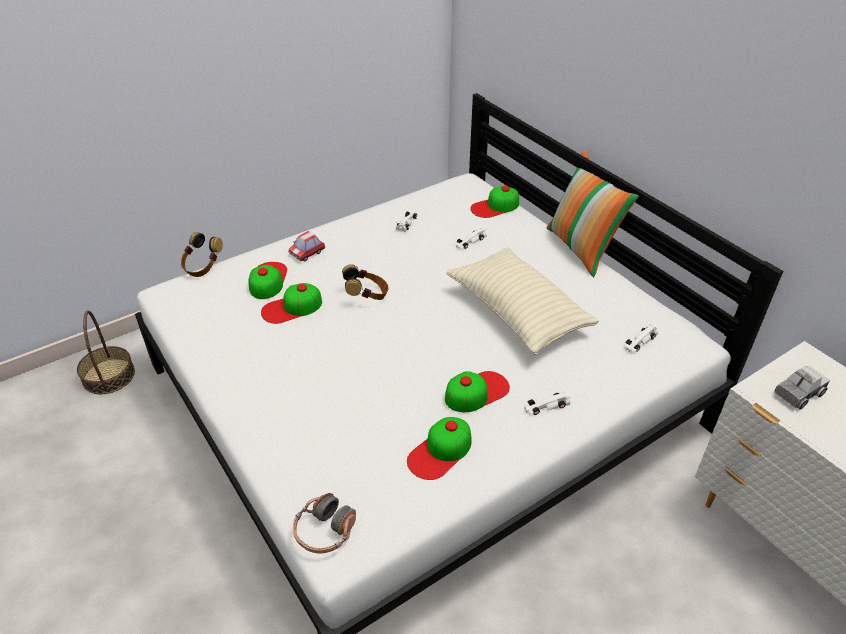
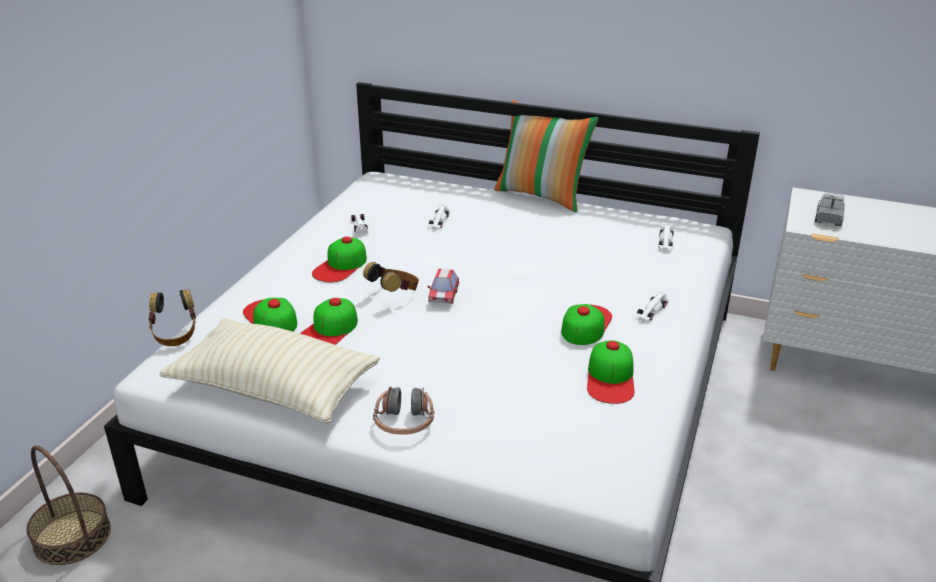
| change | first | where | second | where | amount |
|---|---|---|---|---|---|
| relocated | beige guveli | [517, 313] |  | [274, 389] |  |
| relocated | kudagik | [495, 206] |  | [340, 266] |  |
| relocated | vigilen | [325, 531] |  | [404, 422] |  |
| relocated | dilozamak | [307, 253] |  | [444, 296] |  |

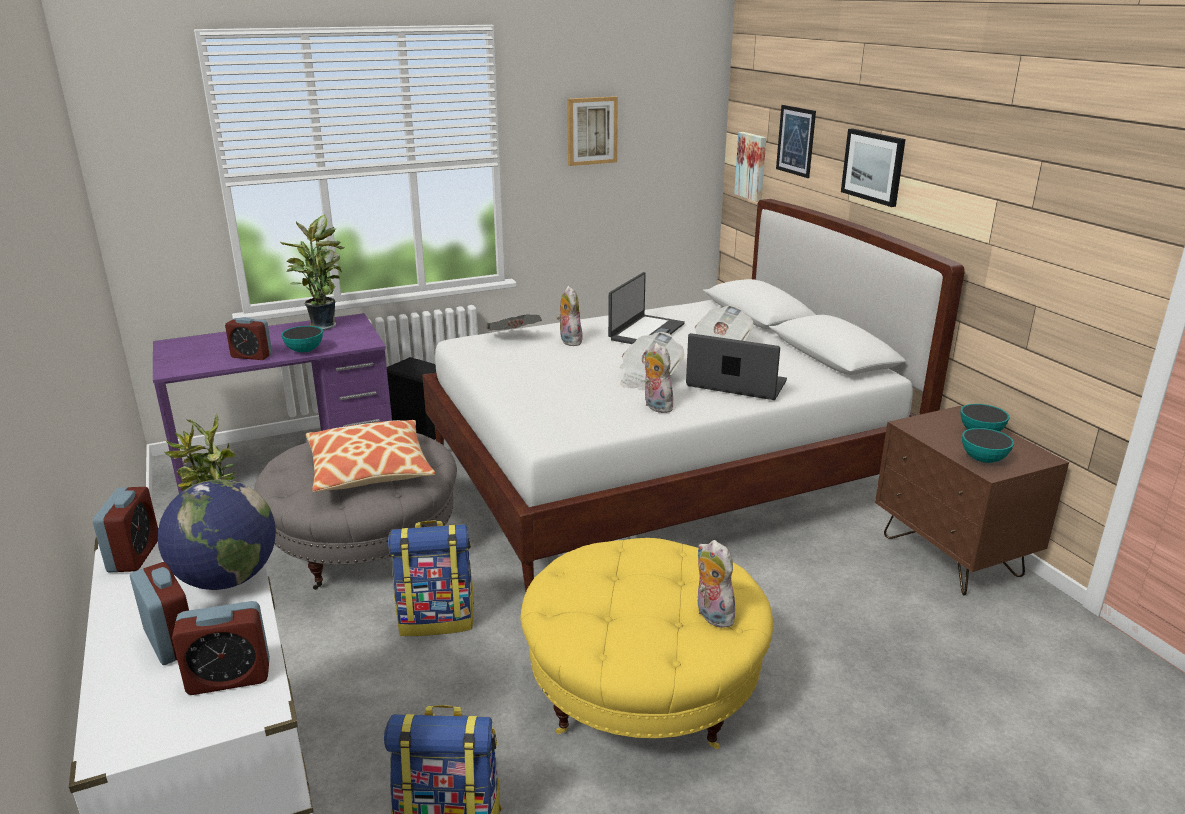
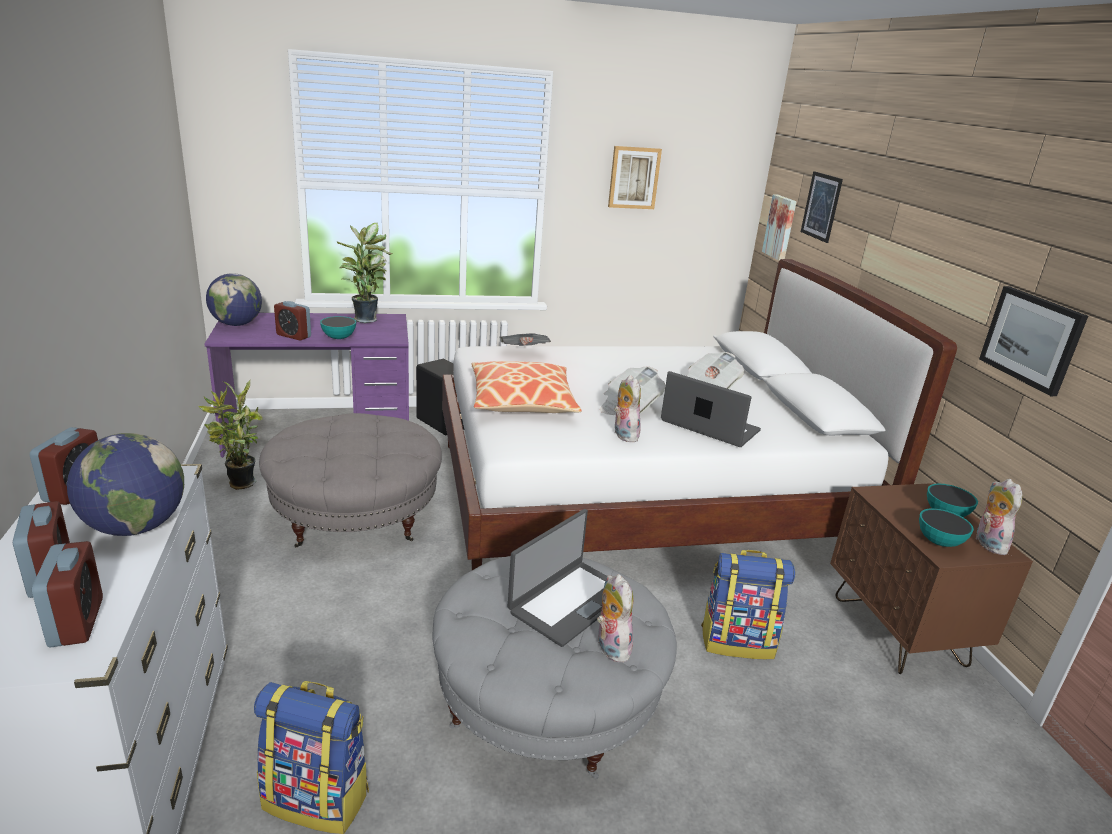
| change | first | where | second | where | amount |
|---|---|---|---|---|---|
| spun | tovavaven | [229, 678] |  | [76, 622] | 105 degrees counterclockwise |
| appeared |  |  | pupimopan | [237, 324] |  |
| colour | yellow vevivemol | [643, 687] | grey vevivemol | [547, 700] |  |
| relocated | guveli | [370, 469] |  | [522, 401] |  |
| relocated | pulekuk | [646, 331] |  | [569, 601] |  |
| relocated | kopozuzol | [437, 619] |  | [737, 641] |  |
| relocated | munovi | [569, 341] |  | [987, 543] |  |
| relocated | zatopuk | [873, 166] |  | [1032, 339] |  |

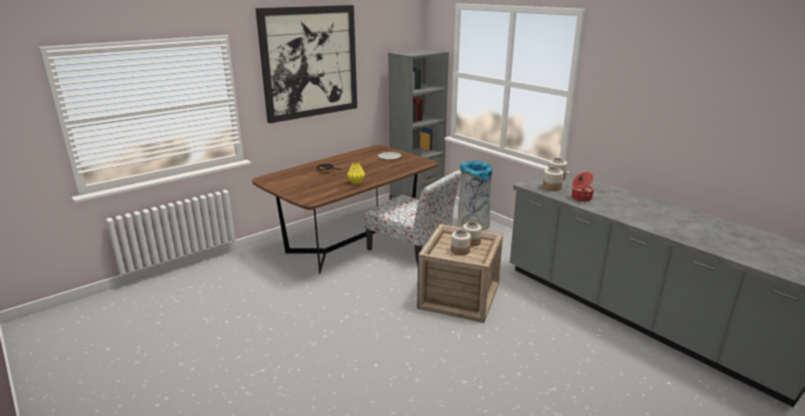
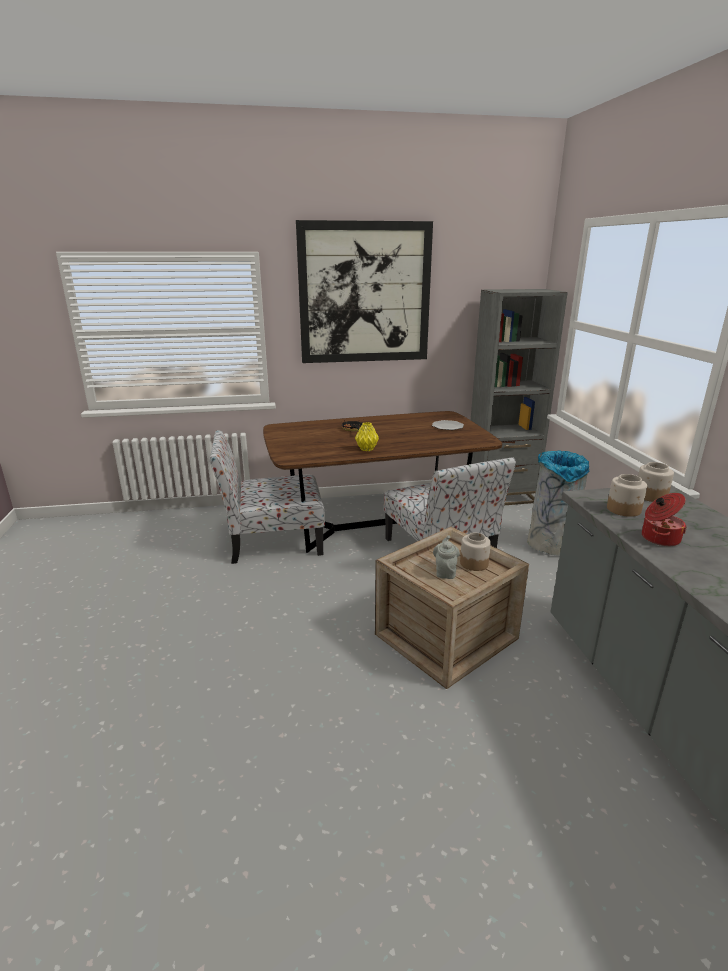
| change | first | where | second | where | amount |
|---|---|---|---|---|---|
| appeared |  |  | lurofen | [273, 541] |  |
| exchanged | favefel | [460, 251] | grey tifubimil | [445, 571] |  |

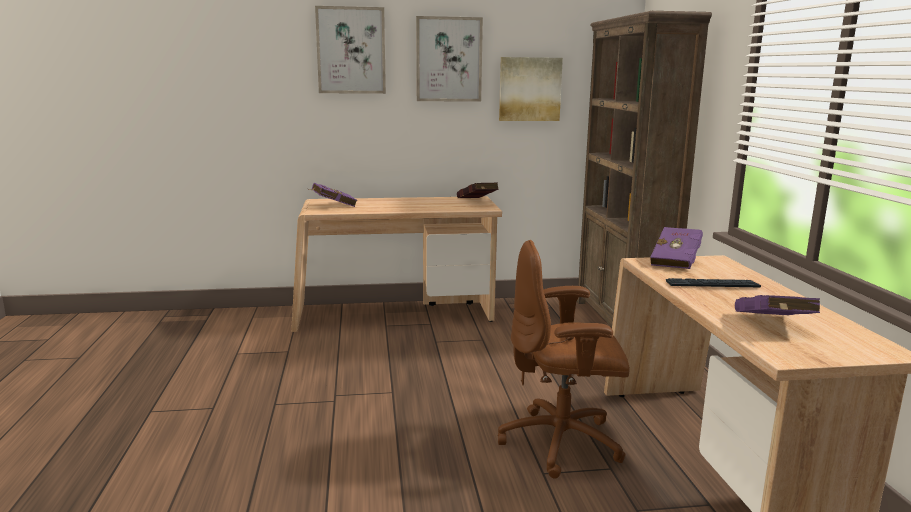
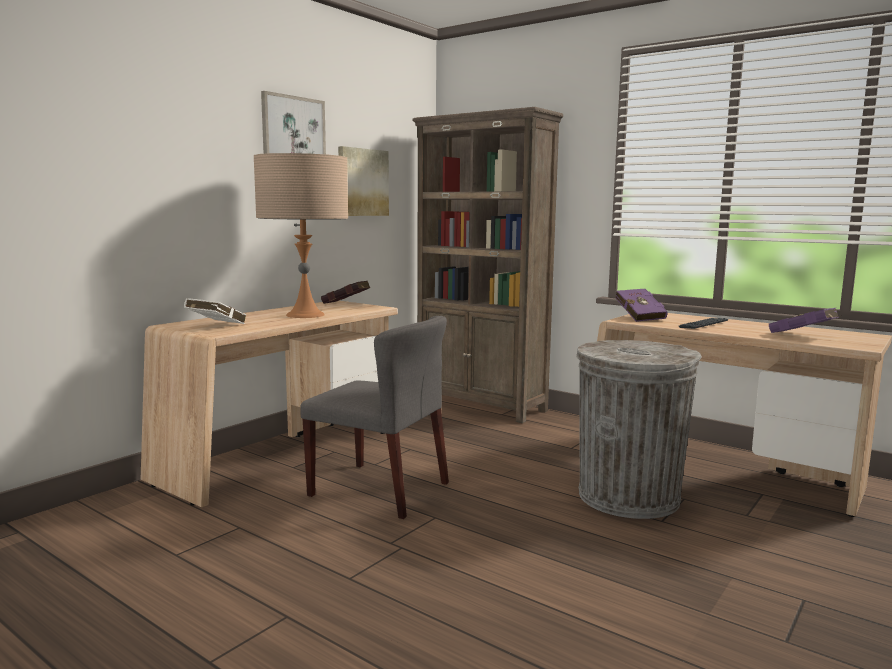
| change | first | where | second | where | amount |
|---|---|---|---|---|---|
| colour | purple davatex | [332, 206] | white davatex | [214, 326] |  |
| appeared |  |  | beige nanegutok | [305, 315] |  |
| appeared |  |  | grey lurofen | [380, 489] |  |
| exchanged | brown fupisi | [563, 443] | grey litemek | [628, 496] |  |
| missing | zatopuk | [351, 50] |  |  |  |

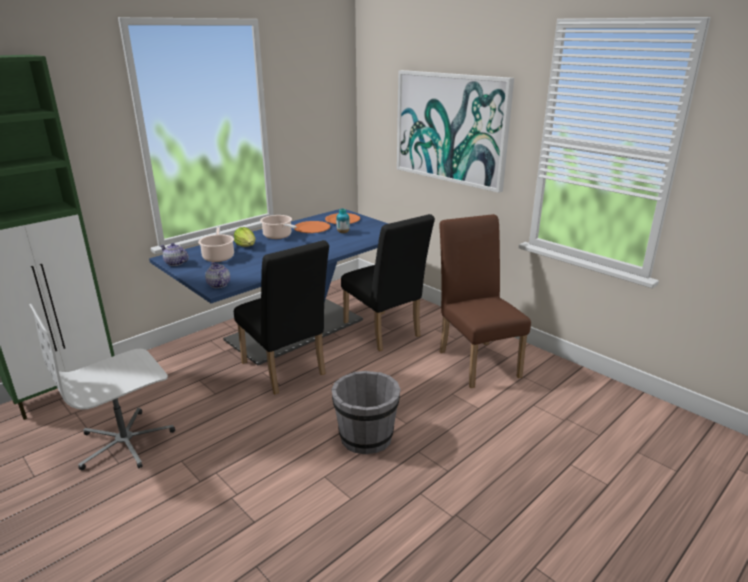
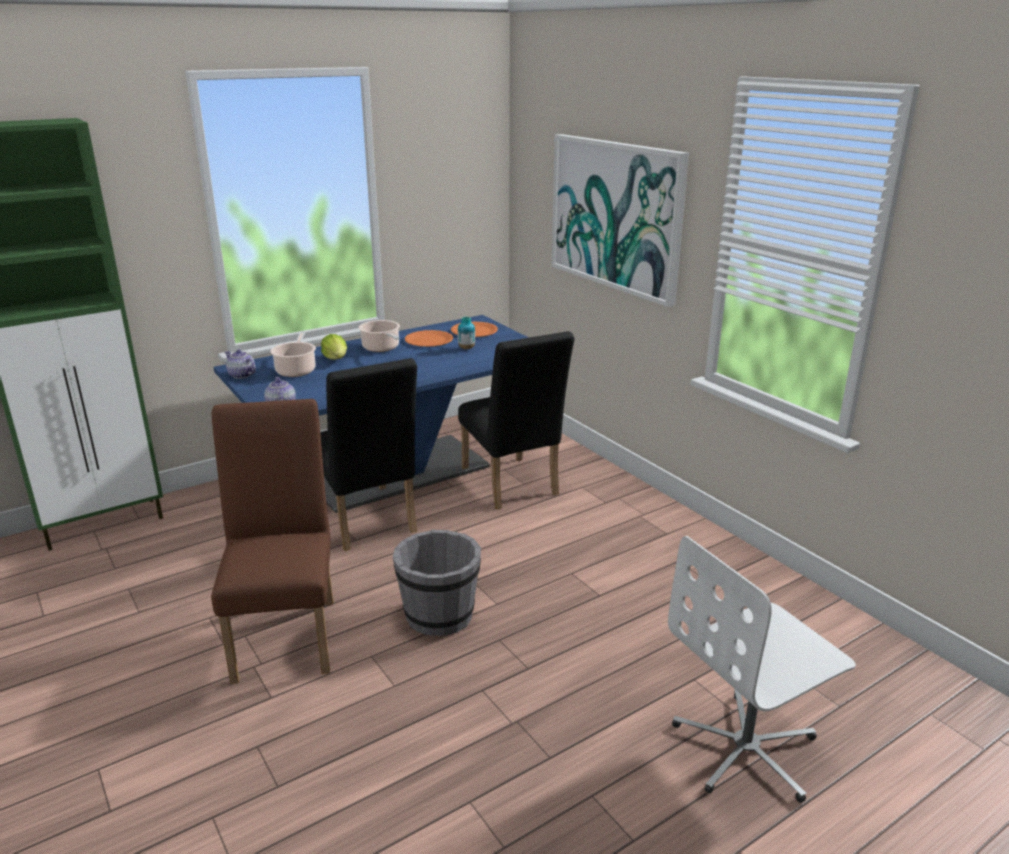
| change | first | where | second | where | amount |
|---|---|---|---|---|---|
| relocated | brown lurofen | [476, 360] |  | [287, 632] |  |
| relocated | white fupisi | [126, 442] |  | [747, 749] |  |

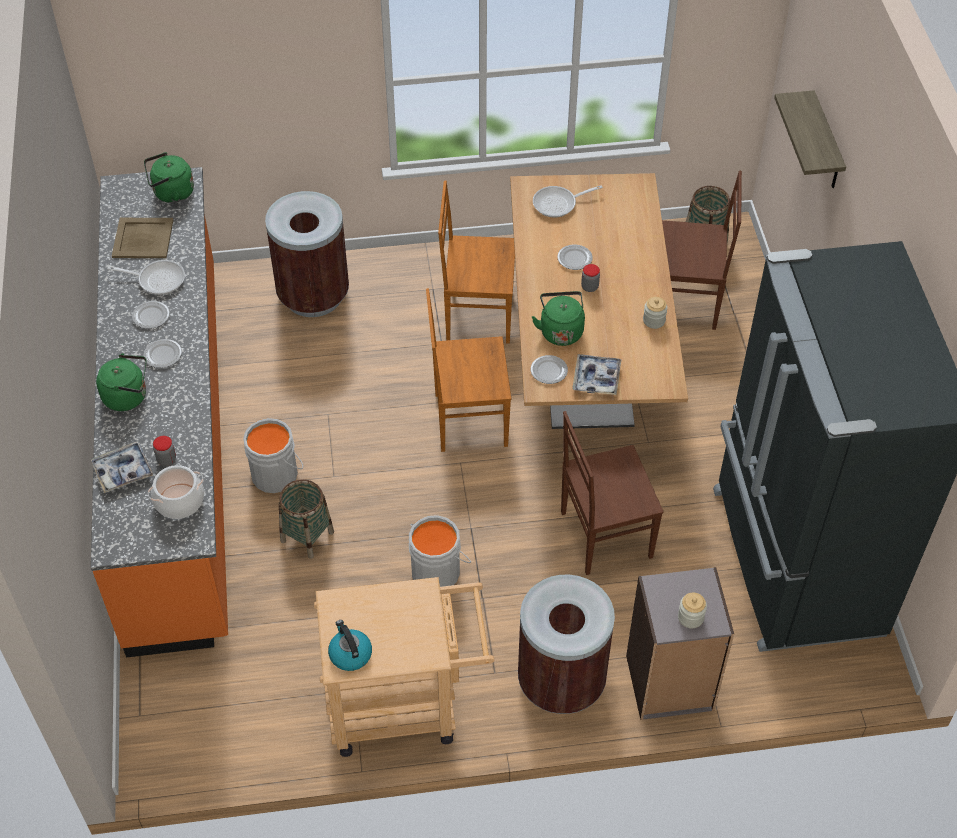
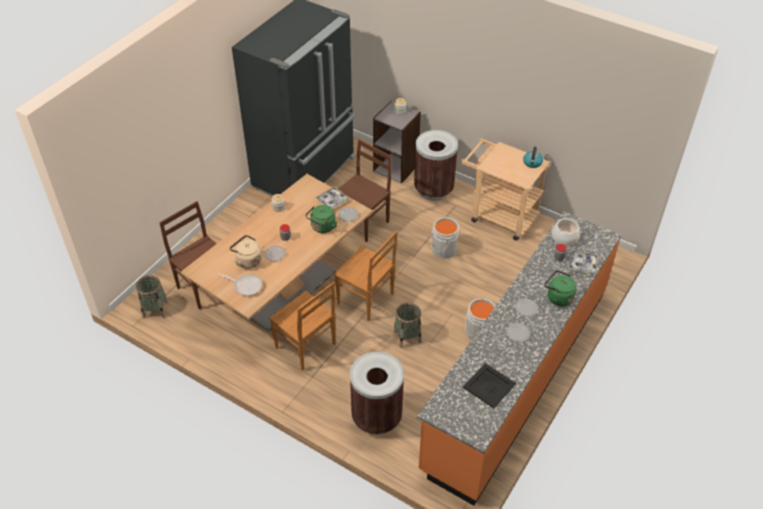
| change | first | where | second | where | amount |
|---|---|---|---|---|---|
| appeared |  |  | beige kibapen | [248, 261] |  |
| spun | brown lurofen | [603, 535] |  | [363, 222] | 75 degrees counterclockwise |
| relocated | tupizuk | [307, 536] |  | [407, 337] |  |
| colour | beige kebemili | [143, 238] | black kebemili | [488, 385] |  |
| missing | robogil | [157, 279] |  |  |  |
| missing | green kibapen | [171, 193] |  |  |  |
| missing | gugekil | [826, 144] |  |  |  |

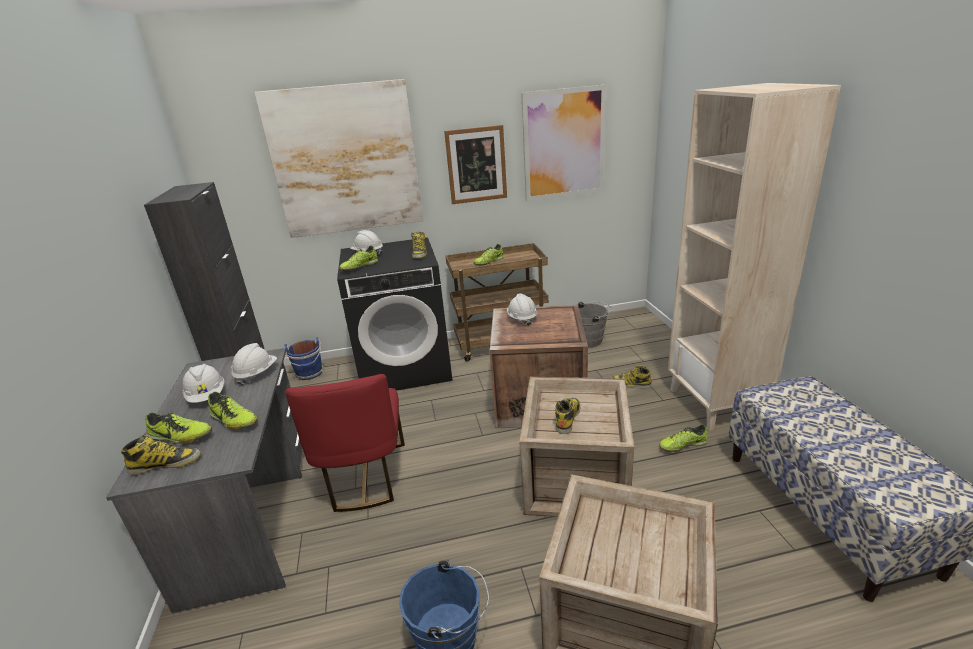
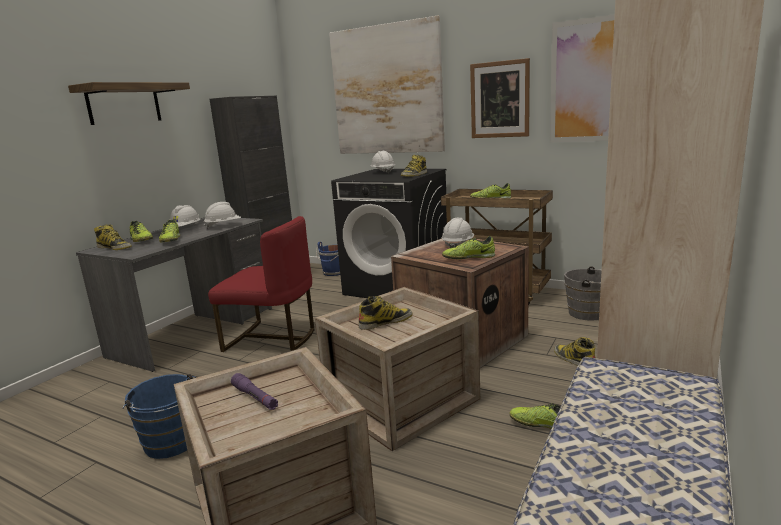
| change | first | where | second | where | amount |
|---|---|---|---|---|---|
| appeared |  |  | gugekil | [124, 104] |  |
| spun | red lurofen | [364, 477] |  | [272, 338] | 105 degrees counterclockwise |
| appeared |  |  | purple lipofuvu | [255, 397] |  |
| relocated | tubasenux | [359, 267] |  | [468, 258] |  |

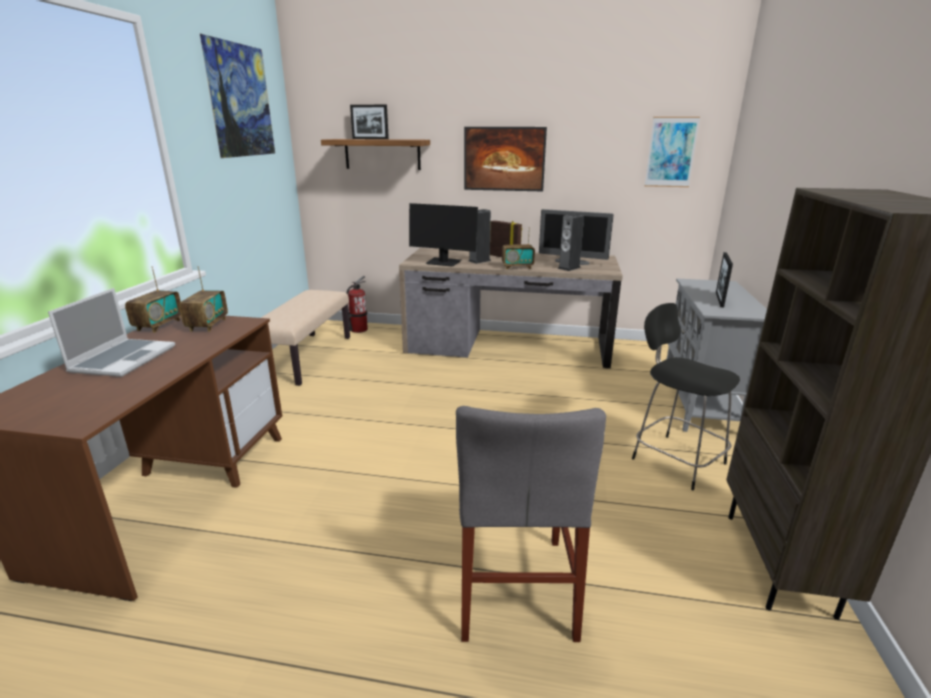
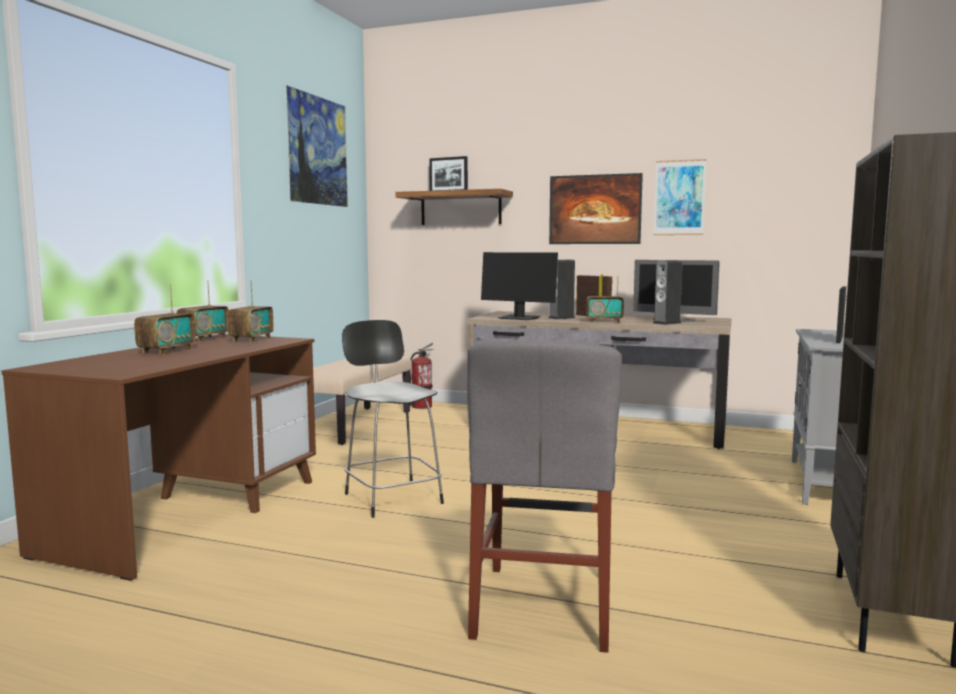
| change | first | where | second | where | amount |
|---|---|---|---|---|---|
| exchanged | pulekuk | [123, 359] | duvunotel | [167, 351] |  |
| relocated | black lurofen | [675, 459] |  | [392, 497] |  |
| relocated | zatopuk | [671, 152] |  | [679, 197] |  |

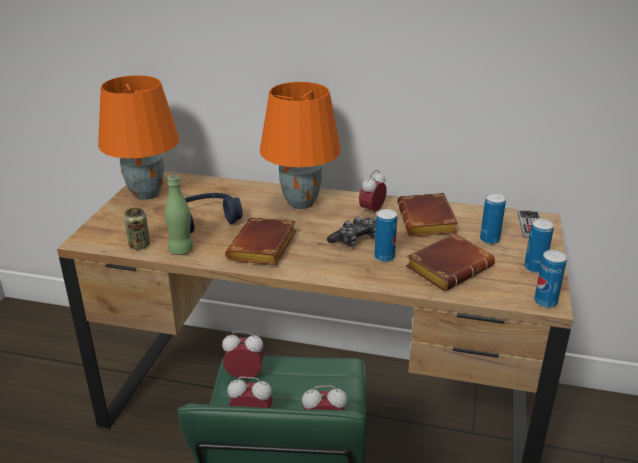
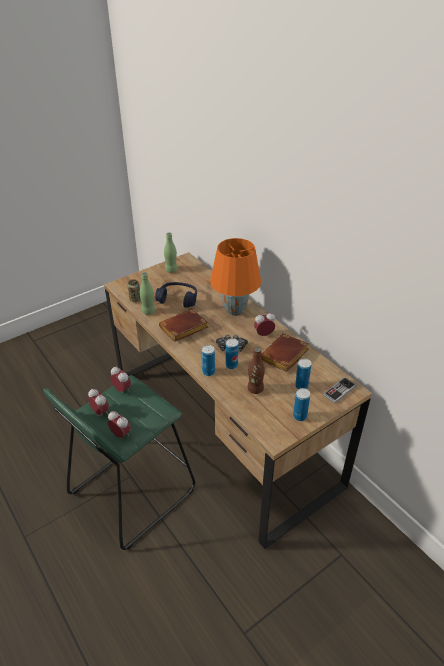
| change | first | where | second | where | amount |
|---|---|---|---|---|---|
| exchanged | orange nanegutok | [146, 194] | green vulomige | [171, 270] |  |
| relocated | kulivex | [545, 302] |  | [208, 372] |  |
| exchanged | brown davatex | [449, 267] | brown vulomige | [255, 389] |  |

